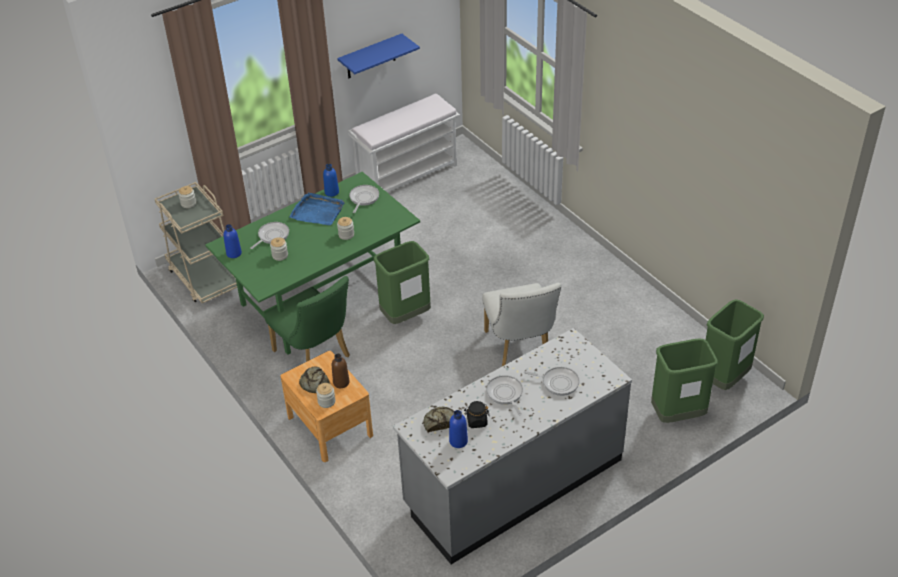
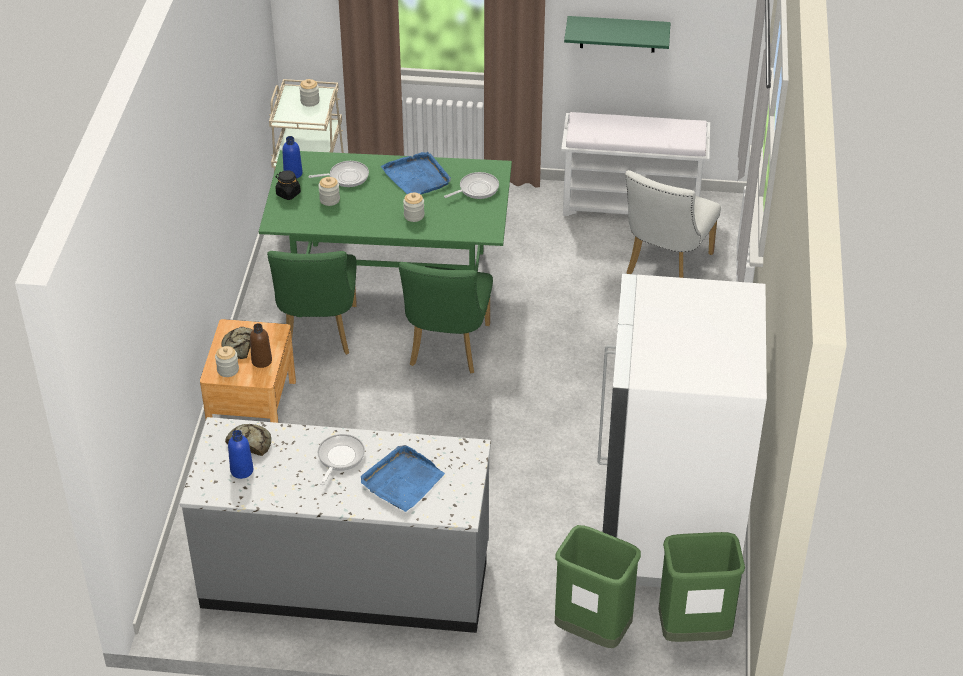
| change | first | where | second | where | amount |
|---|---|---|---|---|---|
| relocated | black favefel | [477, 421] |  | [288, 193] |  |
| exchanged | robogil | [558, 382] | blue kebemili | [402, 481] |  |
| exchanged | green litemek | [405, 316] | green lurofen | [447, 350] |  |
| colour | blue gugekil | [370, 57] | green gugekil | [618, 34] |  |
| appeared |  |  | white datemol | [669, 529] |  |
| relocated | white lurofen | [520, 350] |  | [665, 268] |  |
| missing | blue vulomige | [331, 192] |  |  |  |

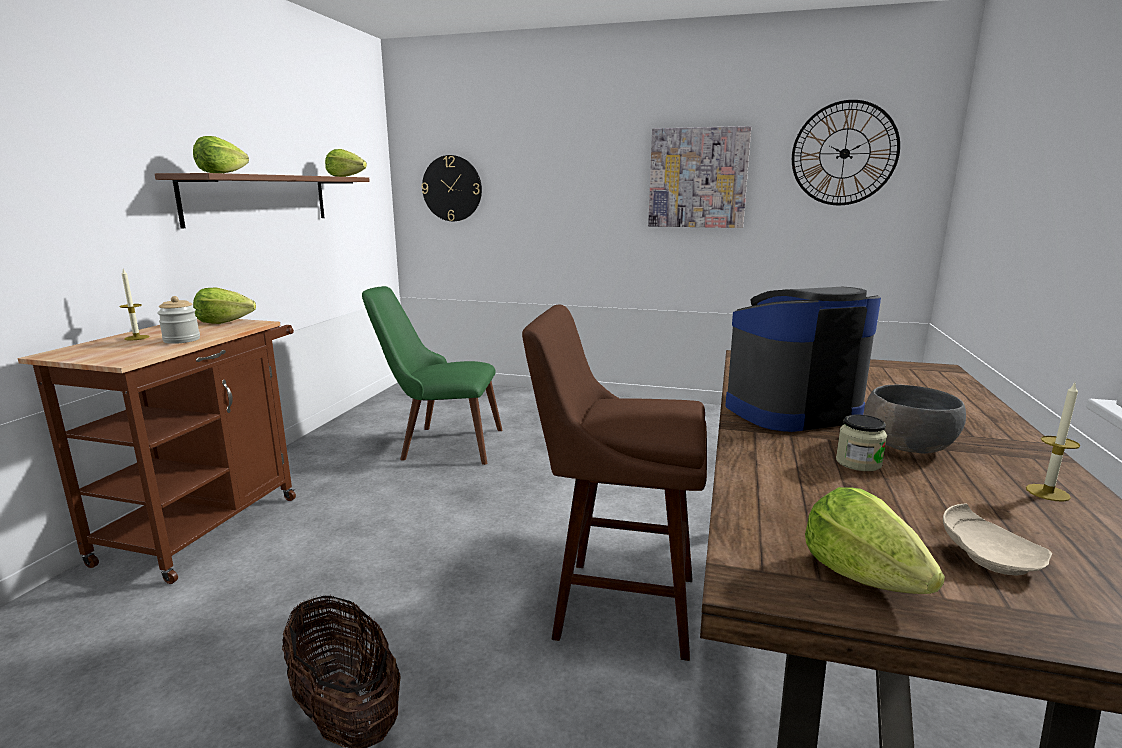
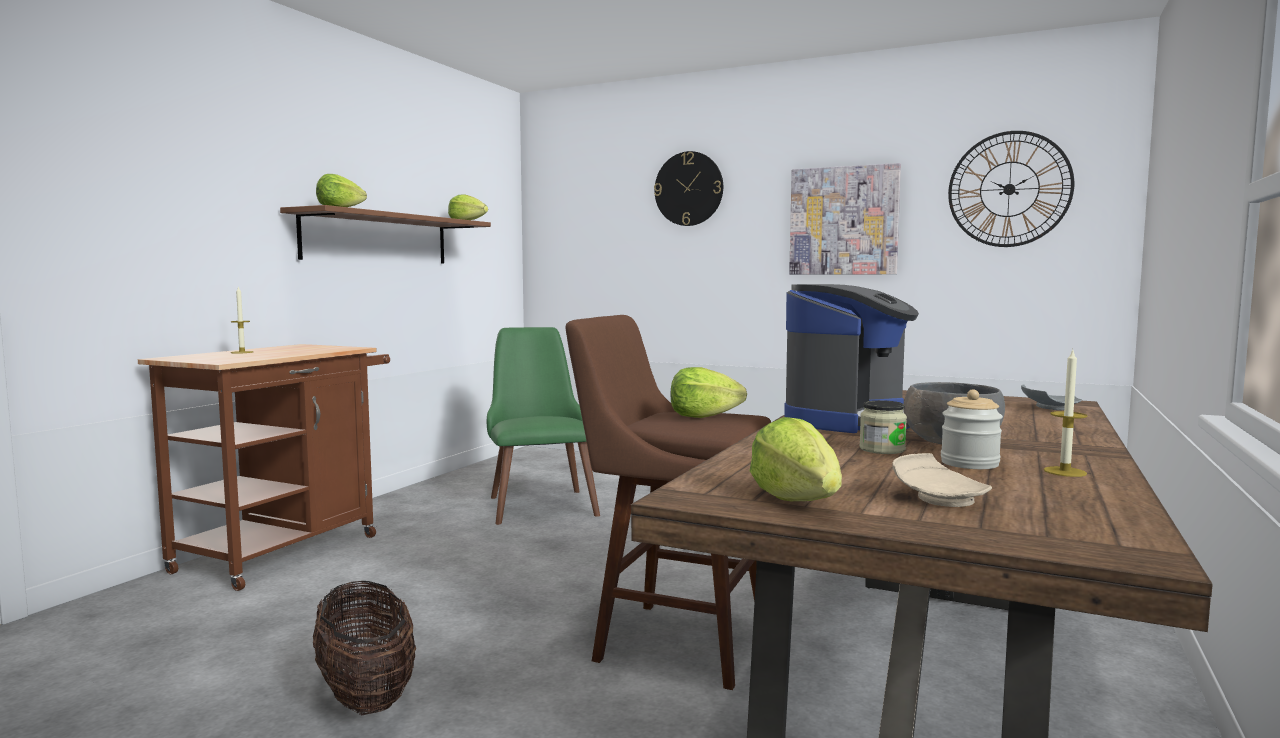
| change | first | where | second | where | amount |
|---|---|---|---|---|---|
| spun | green lurofen | [439, 444] |  | [538, 502] | 60 degrees clockwise |
| relocated | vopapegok | [452, 188] |  | [688, 189] |  |
| relocated | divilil | [224, 322] |  | [703, 416] |  |
| spun | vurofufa | [790, 410] |  | [852, 420] | 135 degrees clockwise |
| relocated | favefel | [181, 340] |  | [969, 463] |  |
| appeared |  |  | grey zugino | [1048, 408] |  |

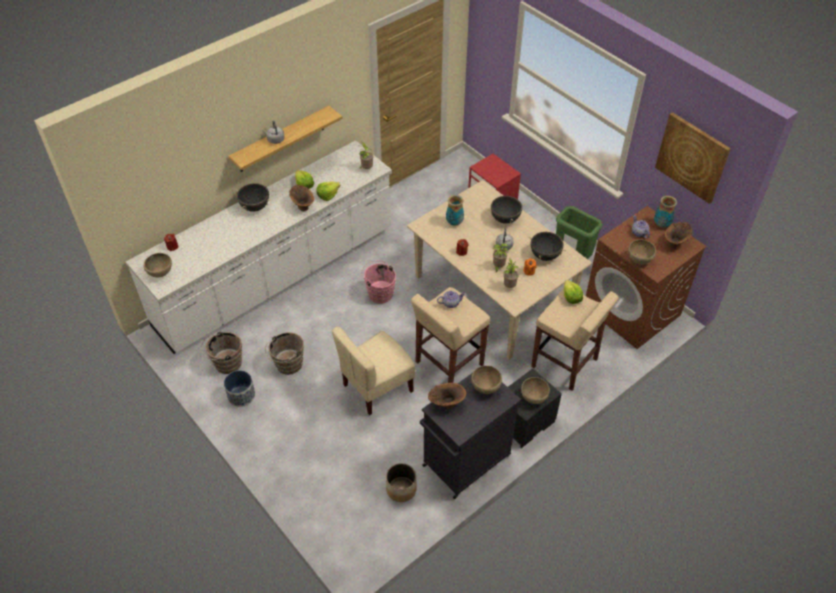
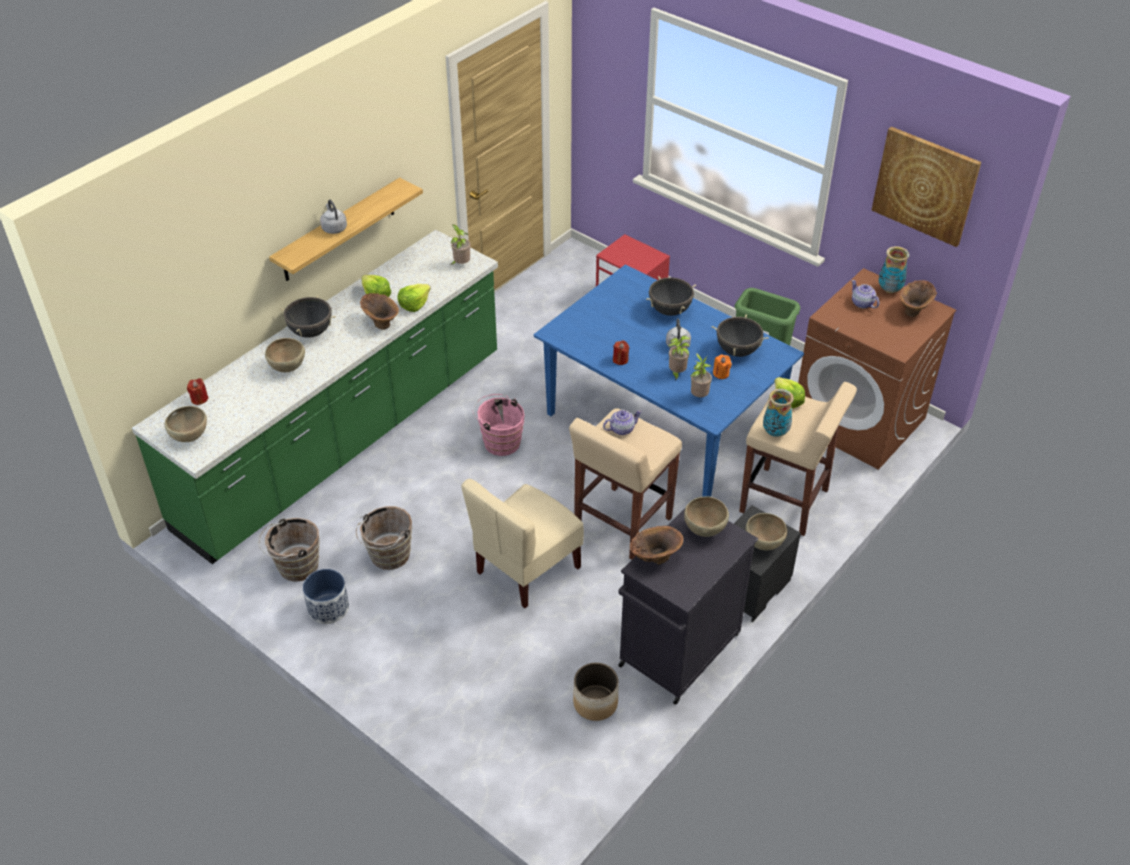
| change | first | where | second | where | amount |
|---|---|---|---|---|---|
| colour | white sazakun | [276, 278] | green sazakun | [345, 441] |  |
| relocated | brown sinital | [639, 260] |  | [287, 367] |  |
| colour | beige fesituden | [493, 295] | blue fesituden | [662, 425] |  |
| relocated | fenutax | [454, 223] |  | [775, 432] |  |

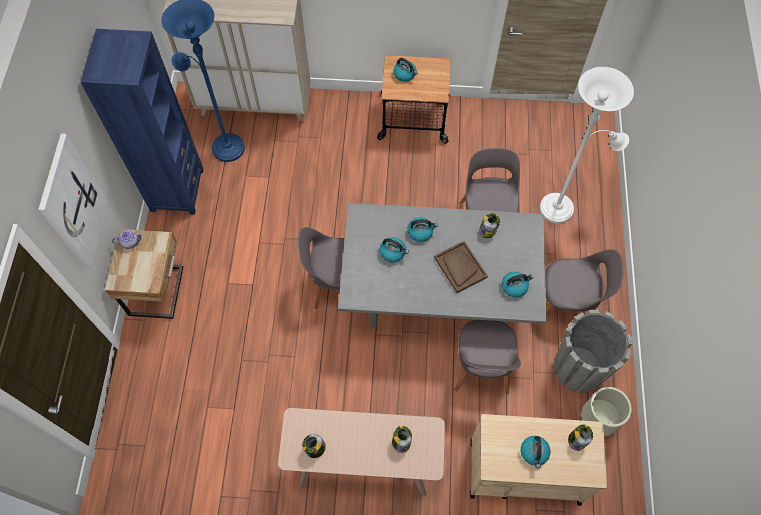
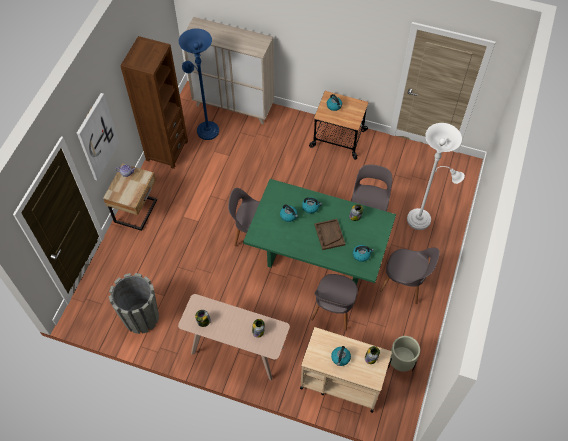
| change | first | where | second | where | amount |
|---|---|---|---|---|---|
| relocated | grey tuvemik | [578, 368] |  | [141, 317] |  |
| colour | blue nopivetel | [177, 190] | brown nopivetel | [167, 150] |  |
| colour | grey fesituden | [438, 297] | green fesituden | [318, 258] |  |

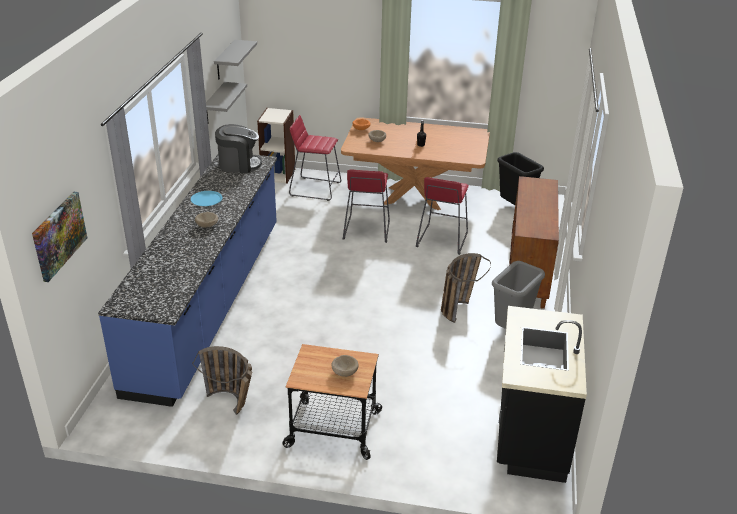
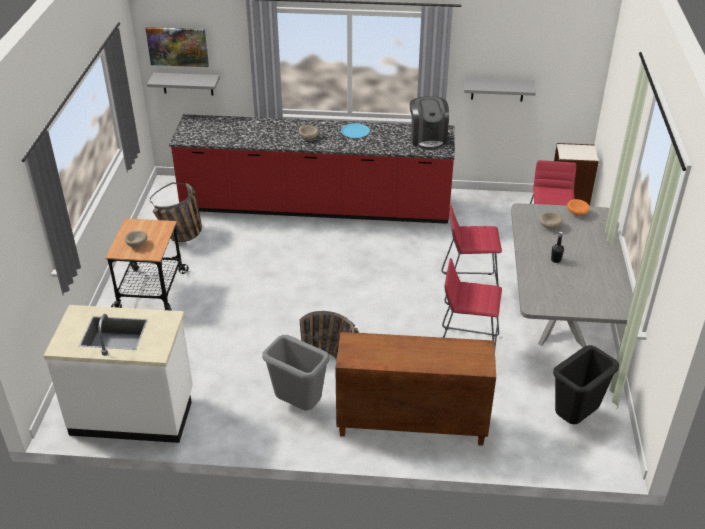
| change | first | where | second | where | amount |
|---|---|---|---|---|---|
| colour | black sazakun | [529, 434] | white sazakun | [133, 413] |  |
| relocated | grey gugekil | [225, 60] |  | [187, 84] |  |
| colour | blue sazakun | [209, 302] | red sazakun | [316, 207] |  |
| colour | brown fesituden | [414, 198] | grey fesituden | [558, 322] |  |

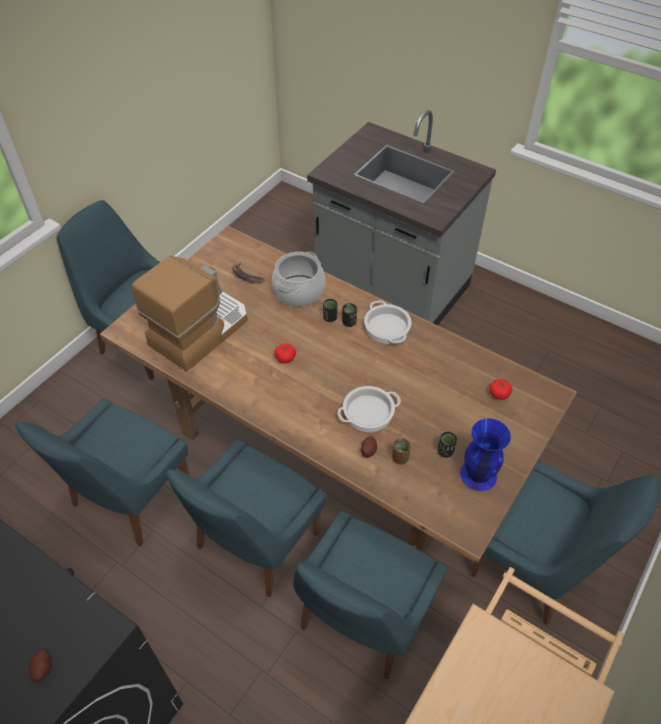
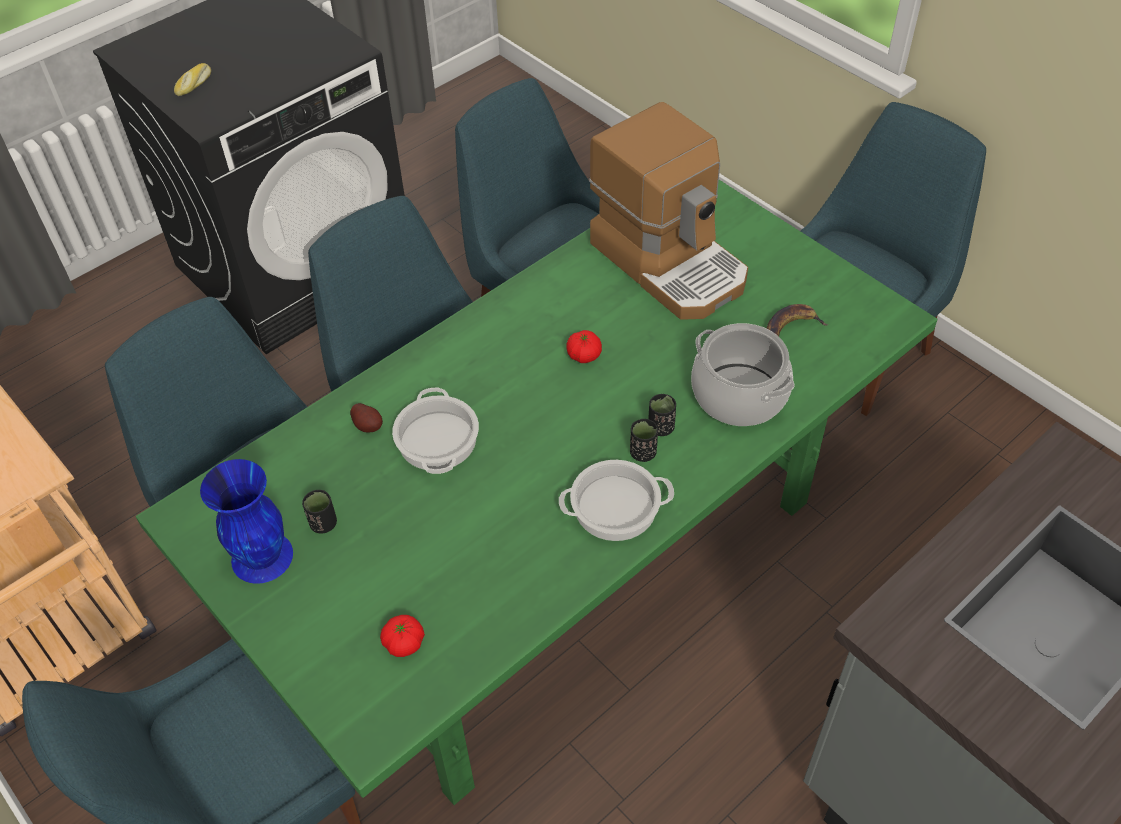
| change | first | where | second | where | amount |
|---|---|---|---|---|---|
| colour | brown fesituden | [328, 450] | green fesituden | [566, 562] |  |
| exchanged | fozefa | [43, 668] | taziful | [195, 84] |  |
| missing | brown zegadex | [400, 458] |  |  |  |

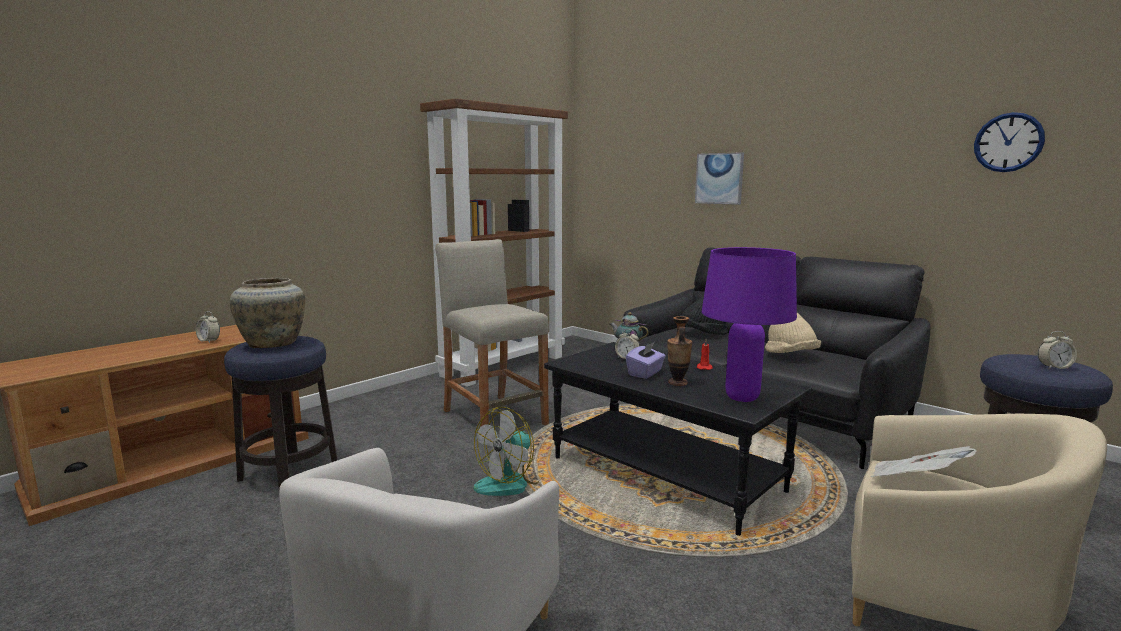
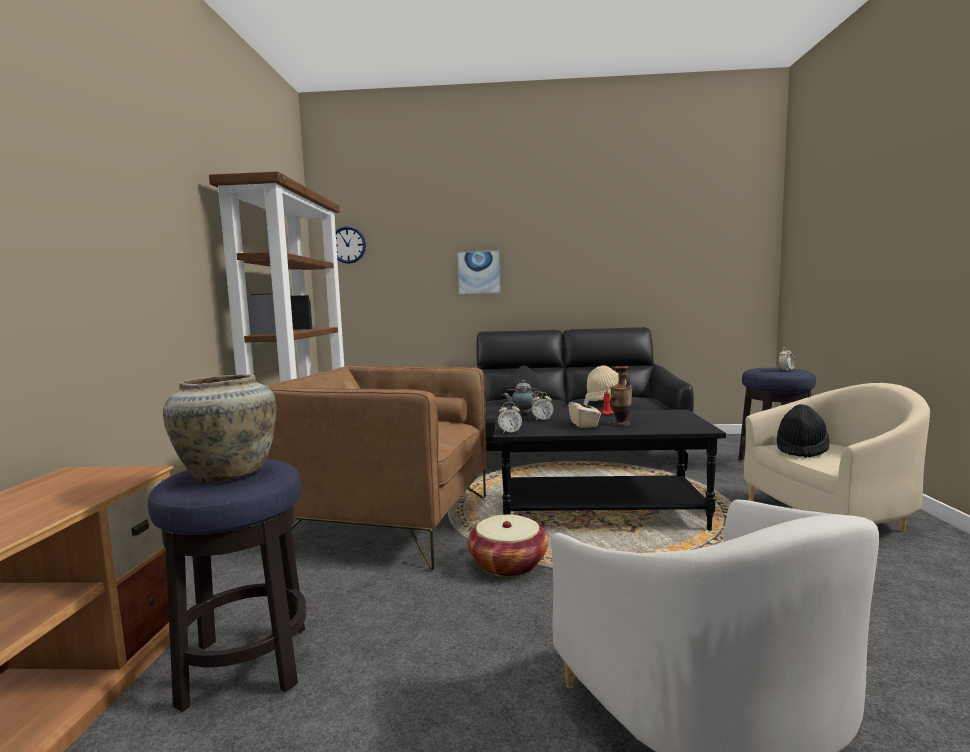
| change | first | where | second | where | amount |
|---|---|---|---|---|---|
| exchanged | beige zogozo | [494, 417] | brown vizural | [386, 522] |  |
| relocated | vopapegok | [1008, 142] |  | [348, 245] |  |
| exchanged | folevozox | [511, 482] | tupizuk | [508, 564] |  |
| relocated | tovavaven | [209, 341] |  | [509, 432] |  |
| colour | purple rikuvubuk | [645, 373] | beige rikuvubuk | [584, 424] |  |
| exchanged | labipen | [915, 483] | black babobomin | [801, 450] |  |
| missing | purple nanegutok | [743, 397] |  |  |  |

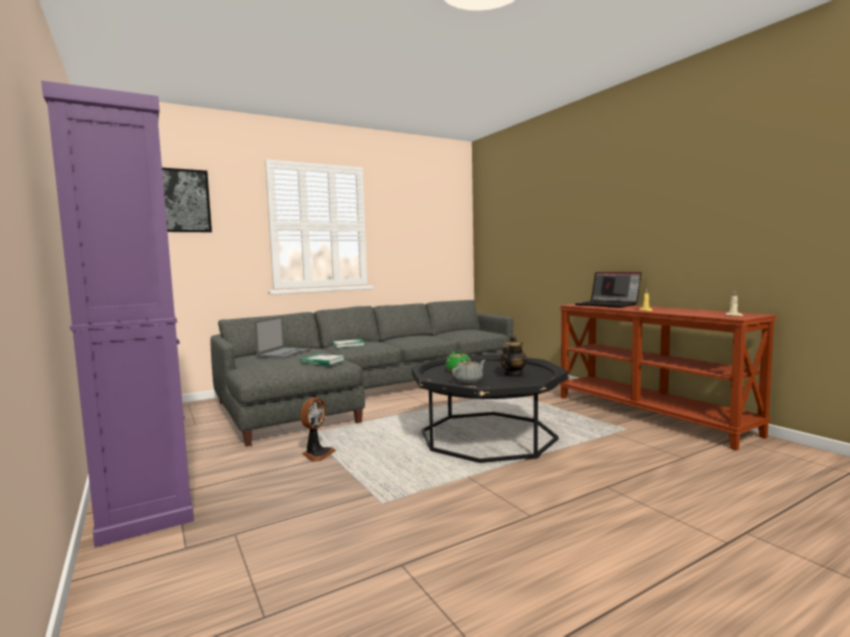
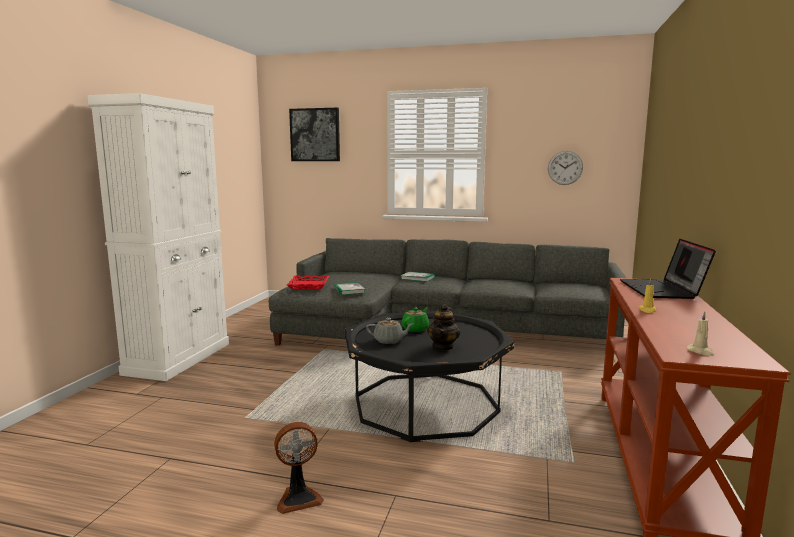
| change | first | where | second | where | amount |
|---|---|---|---|---|---|
| colour | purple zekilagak | [145, 498] | white zekilagak | [179, 358] |  |
| relocated | folevozox | [317, 454] |  | [298, 498] |  |
| appeared |  |  | red kebemili | [308, 285] |  |
| spun | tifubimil | [512, 374] |  | [443, 347] | 120 degrees clockwise |
| appeared |  |  | vopapegok | [565, 168] |  |
| missing | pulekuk | [284, 353] |  |  |  |

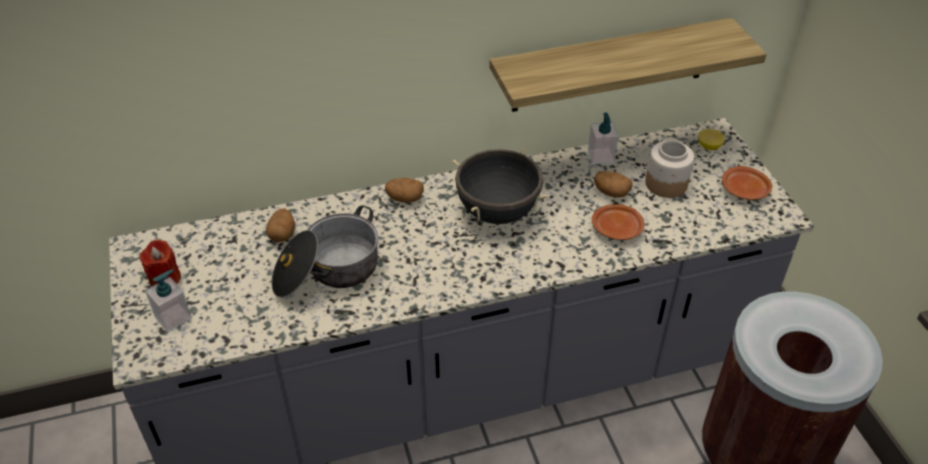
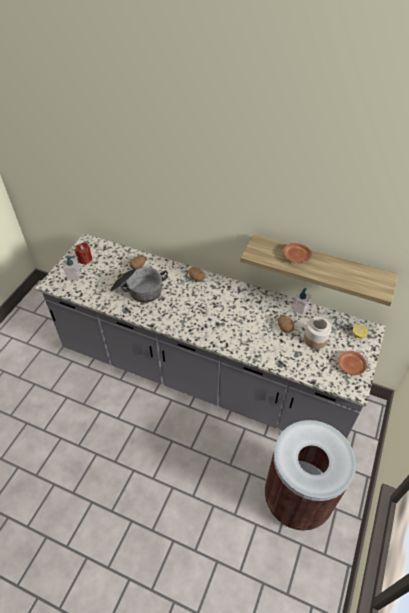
| change | first | where | second | where | amount |
|---|---|---|---|---|---|
| relocated | brown zugino | [617, 229] |  | [296, 257] |  |
| missing | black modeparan | [497, 212] |  |  |  |

